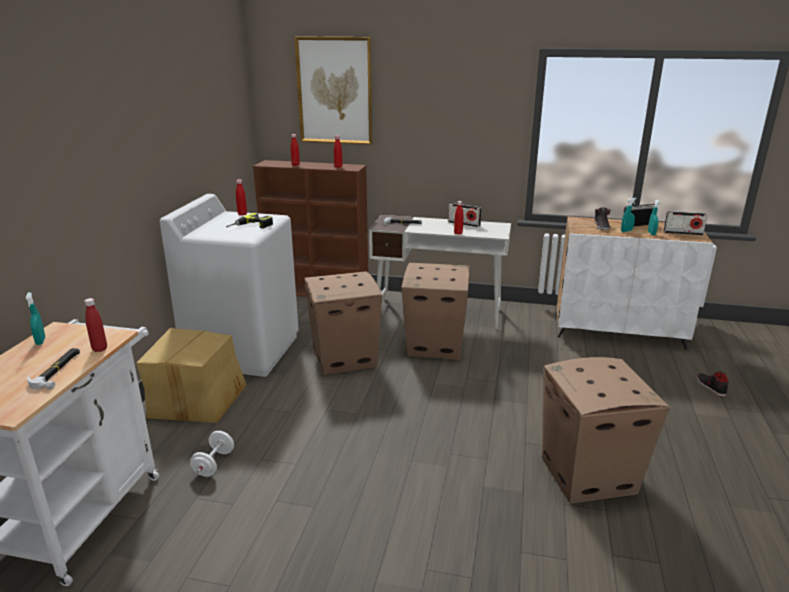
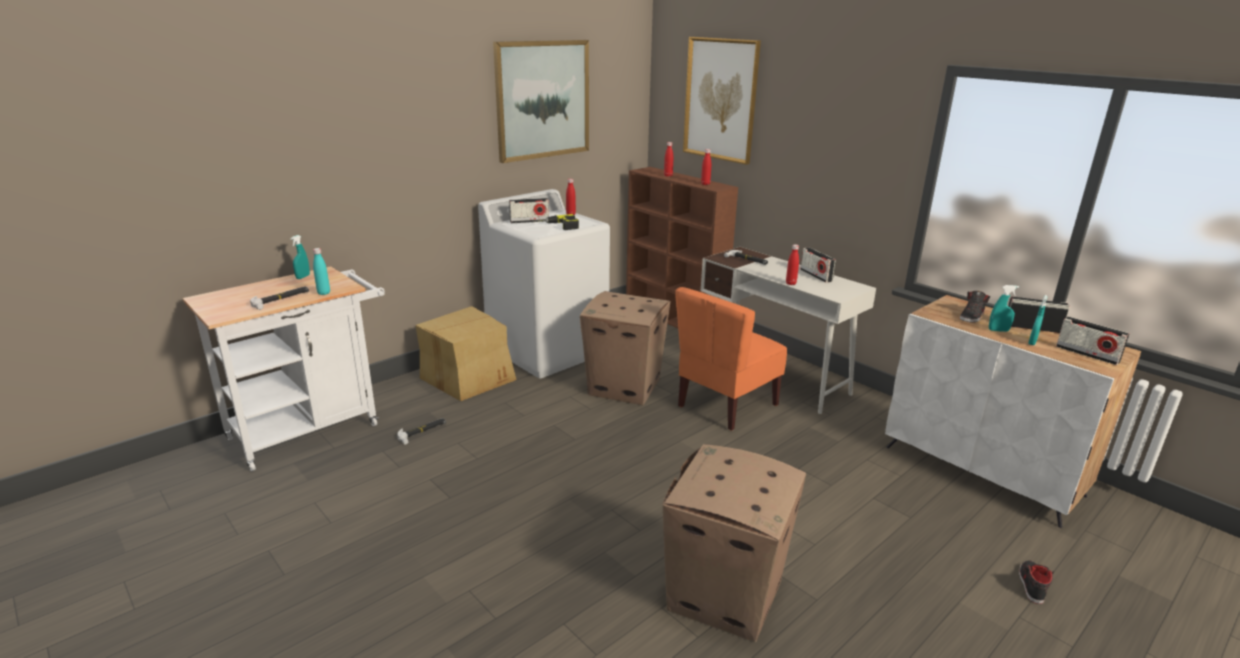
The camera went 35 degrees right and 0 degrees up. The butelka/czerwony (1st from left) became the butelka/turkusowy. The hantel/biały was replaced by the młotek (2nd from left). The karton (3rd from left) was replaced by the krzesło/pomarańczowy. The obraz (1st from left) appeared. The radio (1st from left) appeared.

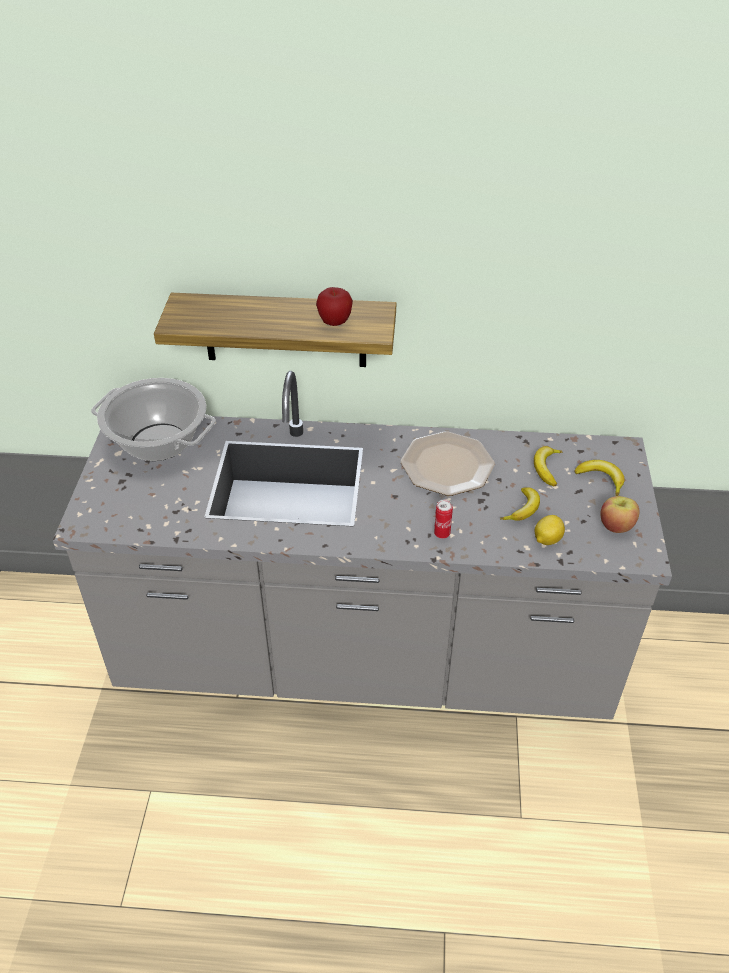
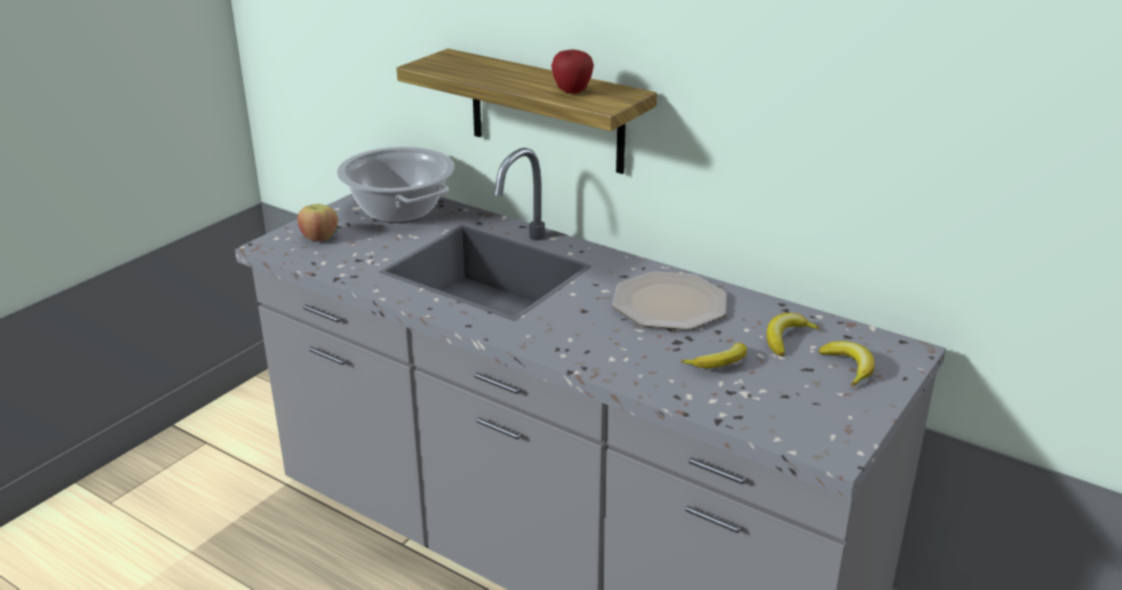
The camera went 30 degrees right and 15 degrees down. The puszka disappeared. The cytryna disappeared. The jabłko (2nd from left in the first image) moved.

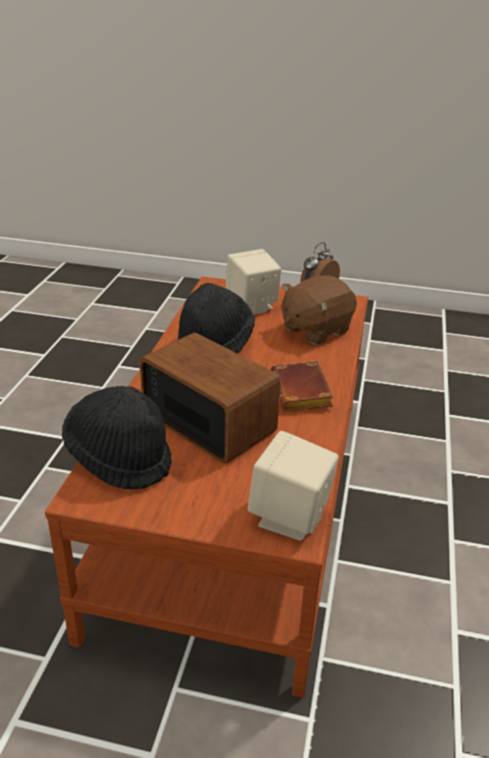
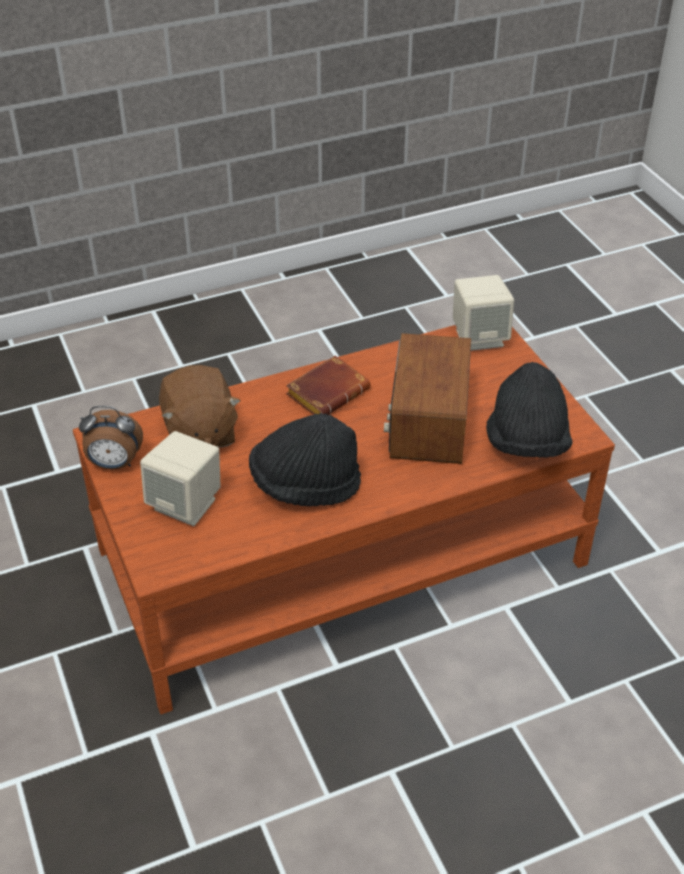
The camera went 125 degrees left and 10 degrees up. The pluszak/brązowy turned 60 degrees clockwise.

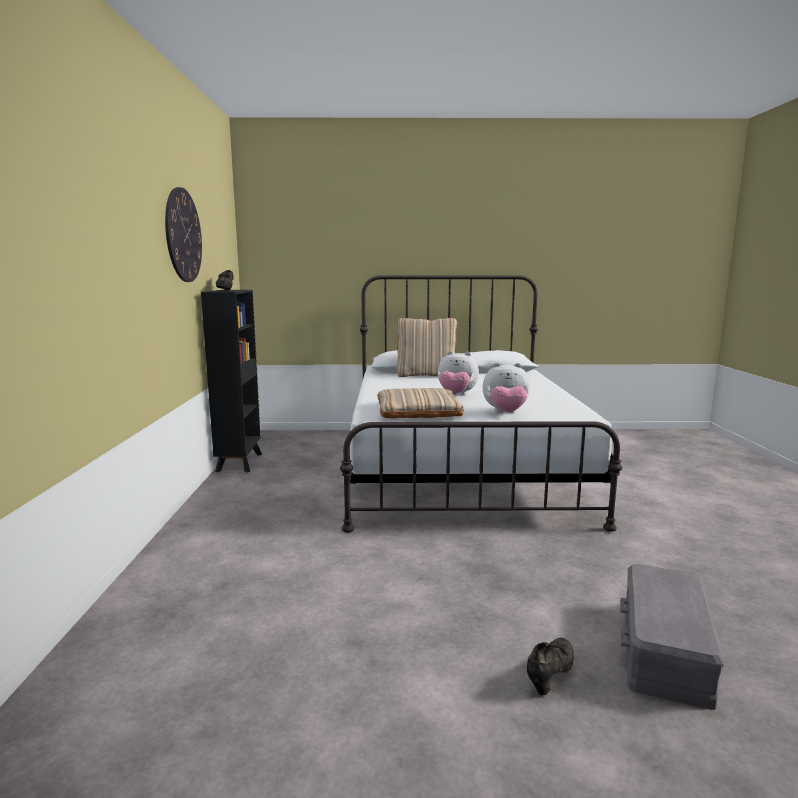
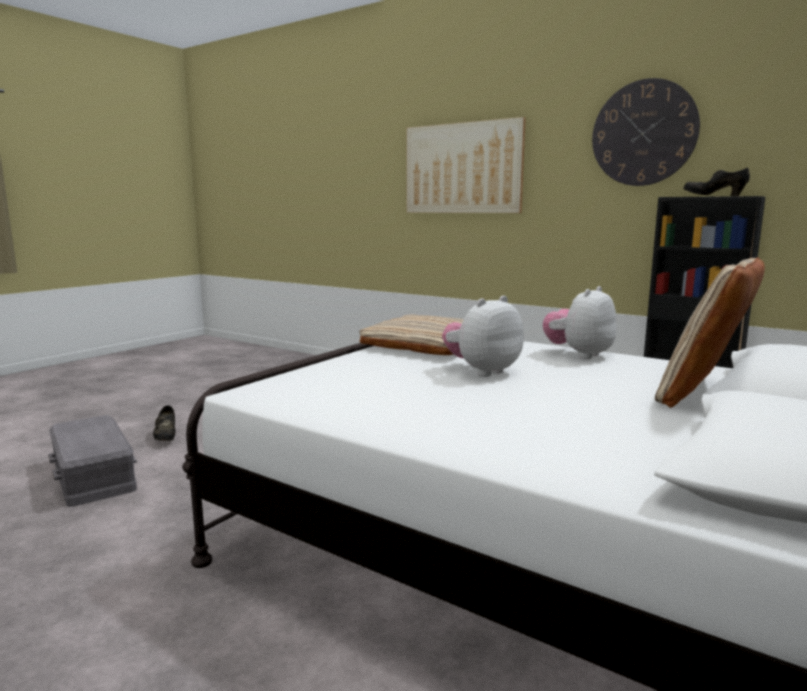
The camera went 125 degrees right and 0 degrees up. The pluszak (2nd from left) moved. The obraz appeared.

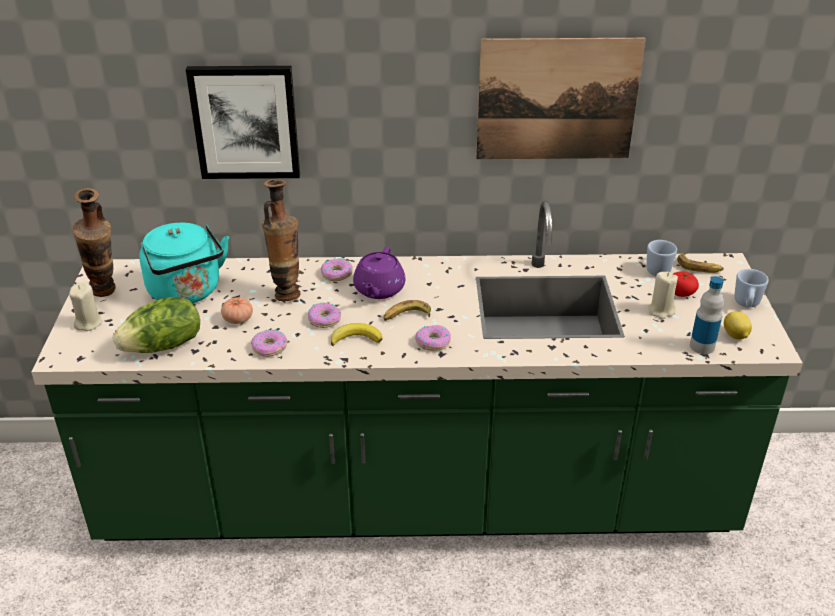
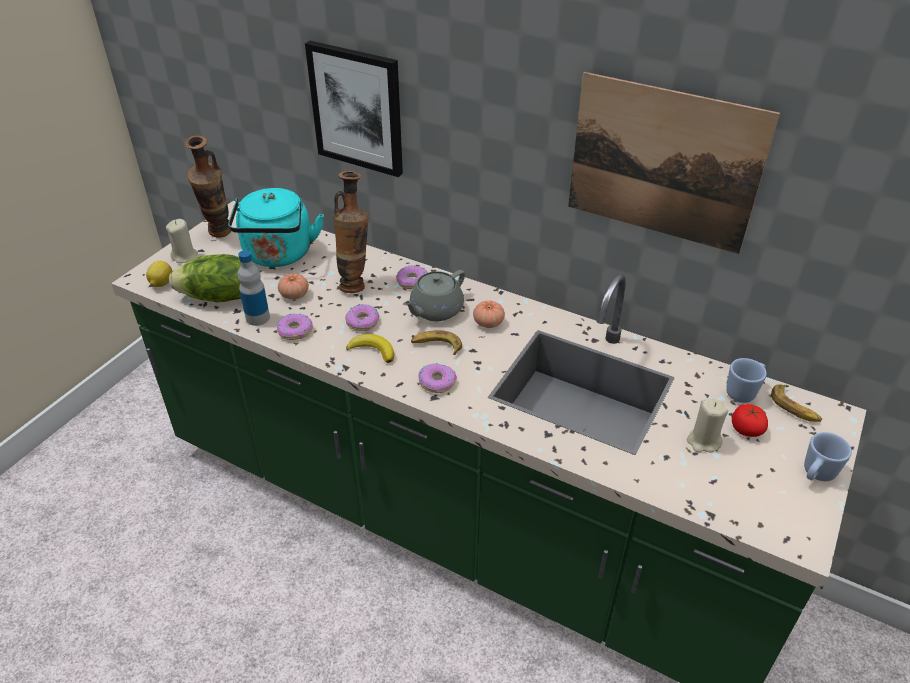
The camera went 30 degrees right and 5 degrees up. The imbryk/fioletowy became the imbryk/szary. The butelka moved. The cytryna moved. The pomidor (2nd from left) appeared.

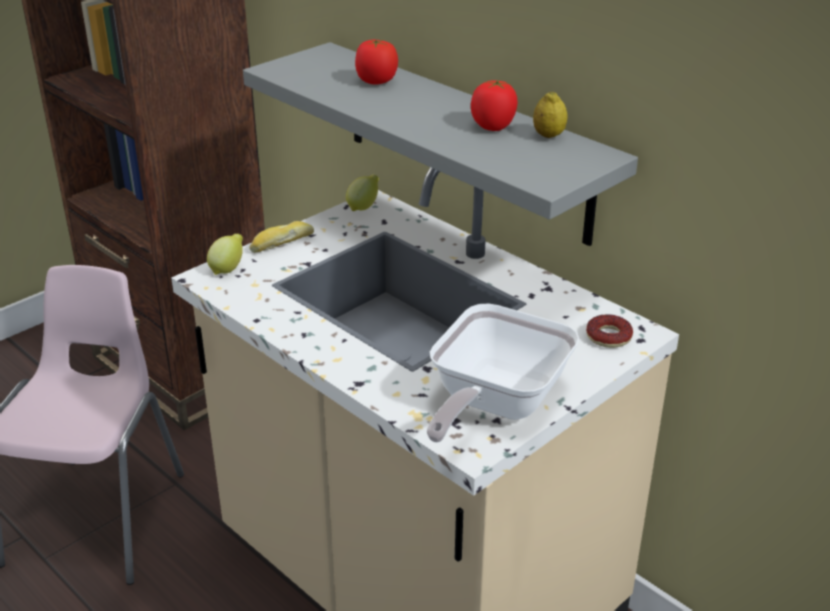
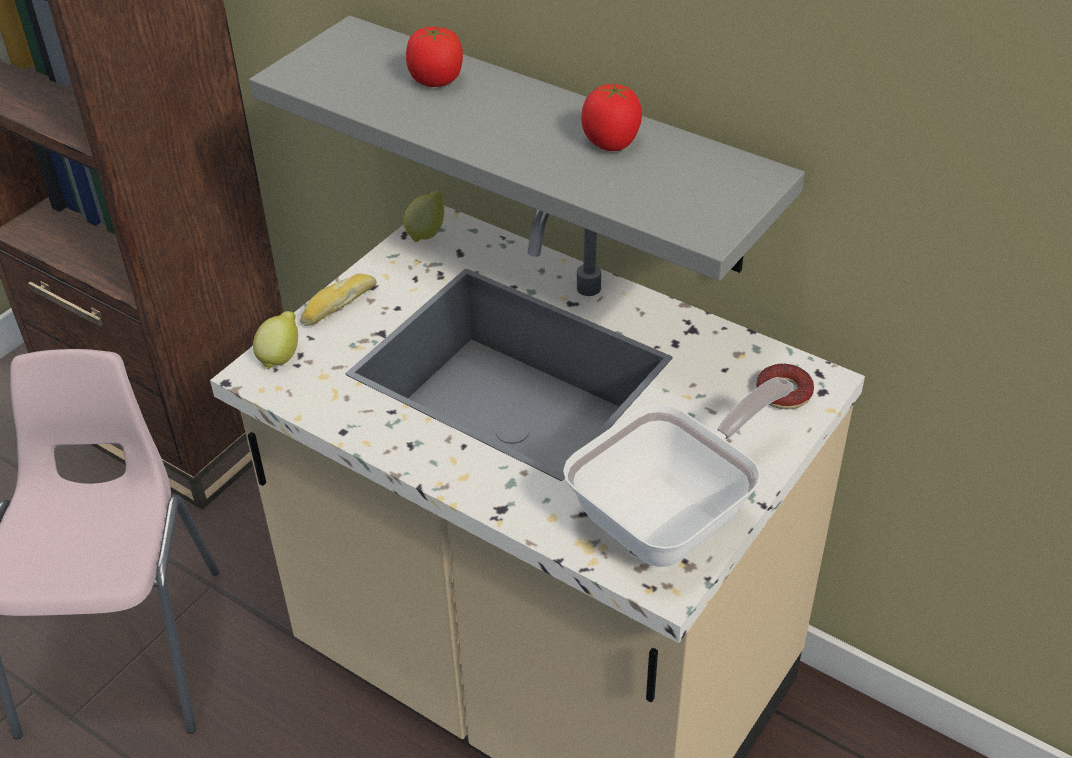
The camera went 10 degrees left and 10 degrees up. The patelnia turned 150 degrees counterclockwise. The cytryna (3rd from left) disappeared.

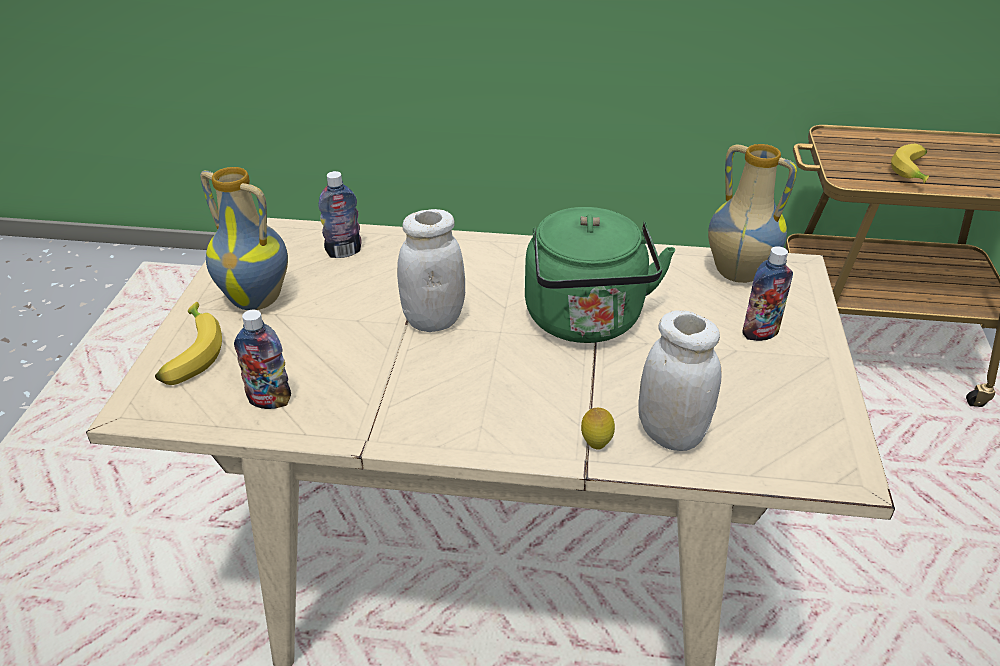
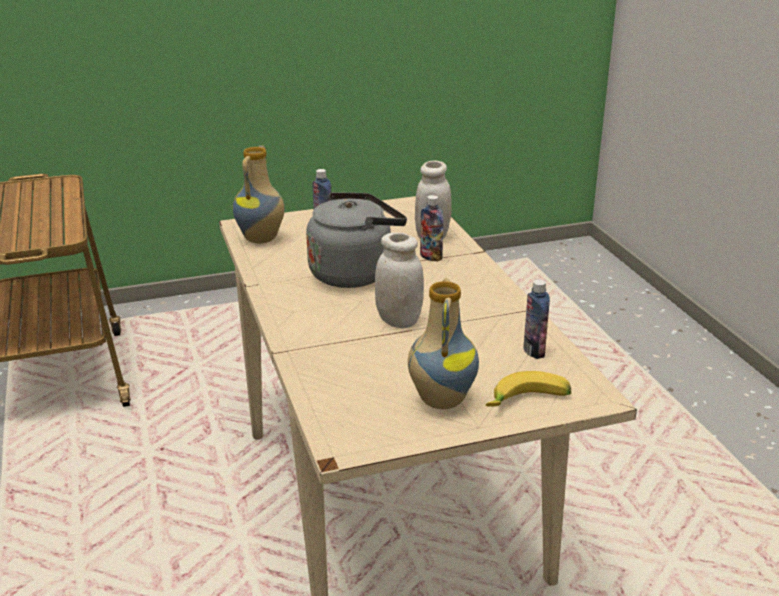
The camera went 115 degrees left and 10 degrees down. The butelka (2nd from left) moved. The czajnik/zielony became the czajnik/szary. The cytryna disappeared. The banan (2nd from left) disappeared.

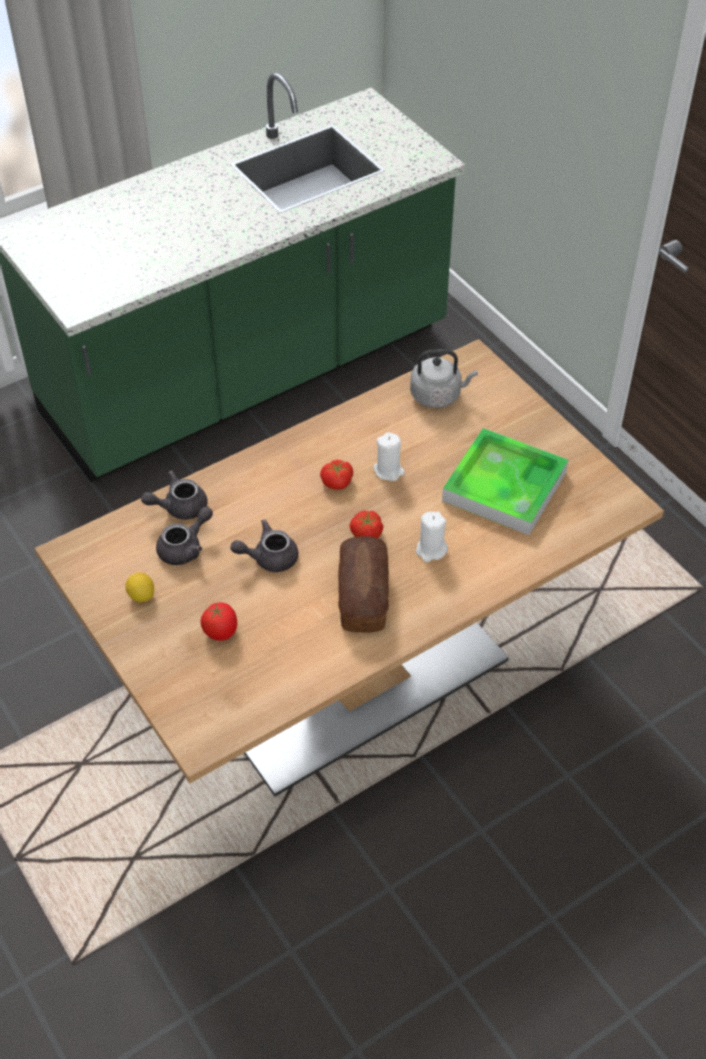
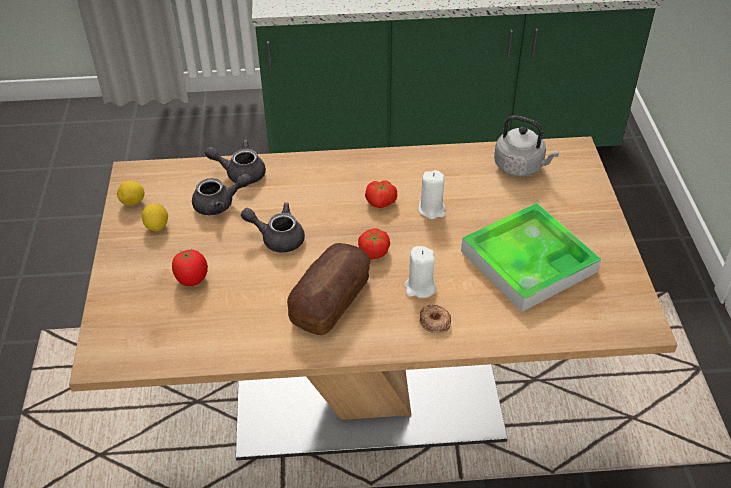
The camera went 30 degrees right and 5 degrees down. The cytryna (1st from left) appeared. The donut appeared.

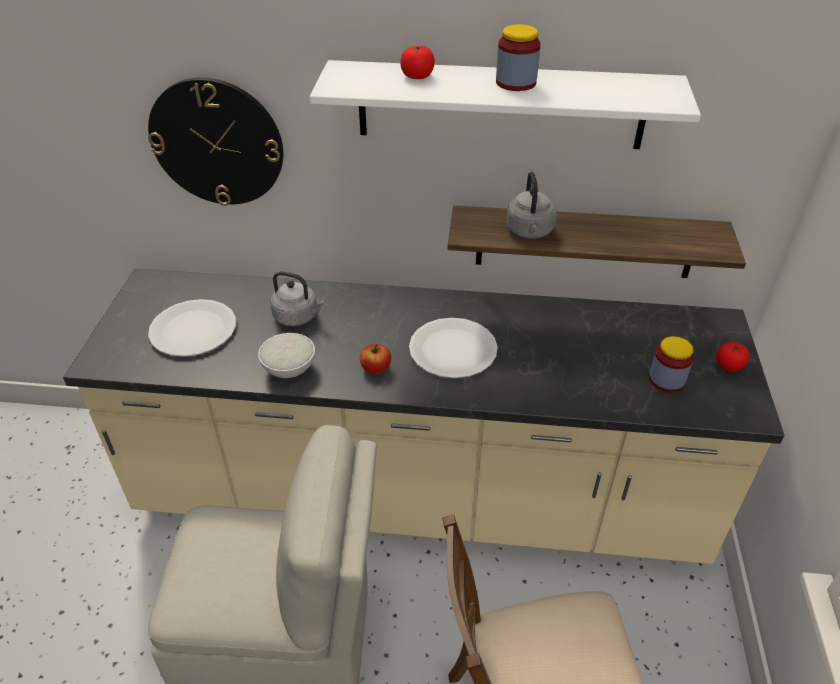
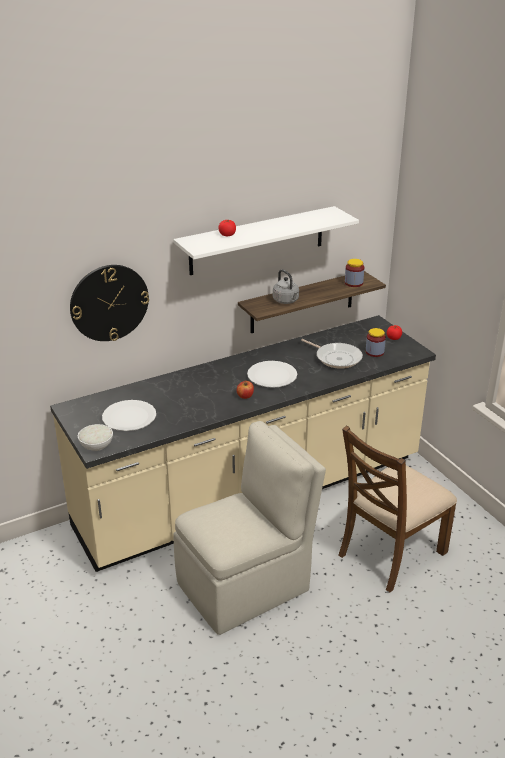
The camera went 35 degrees left and 10 degrees down. The miska/biały moved. The czajnik/szary (1st from left) disappeared. The słoik (1st from left) moved. The patelnia appeared.

